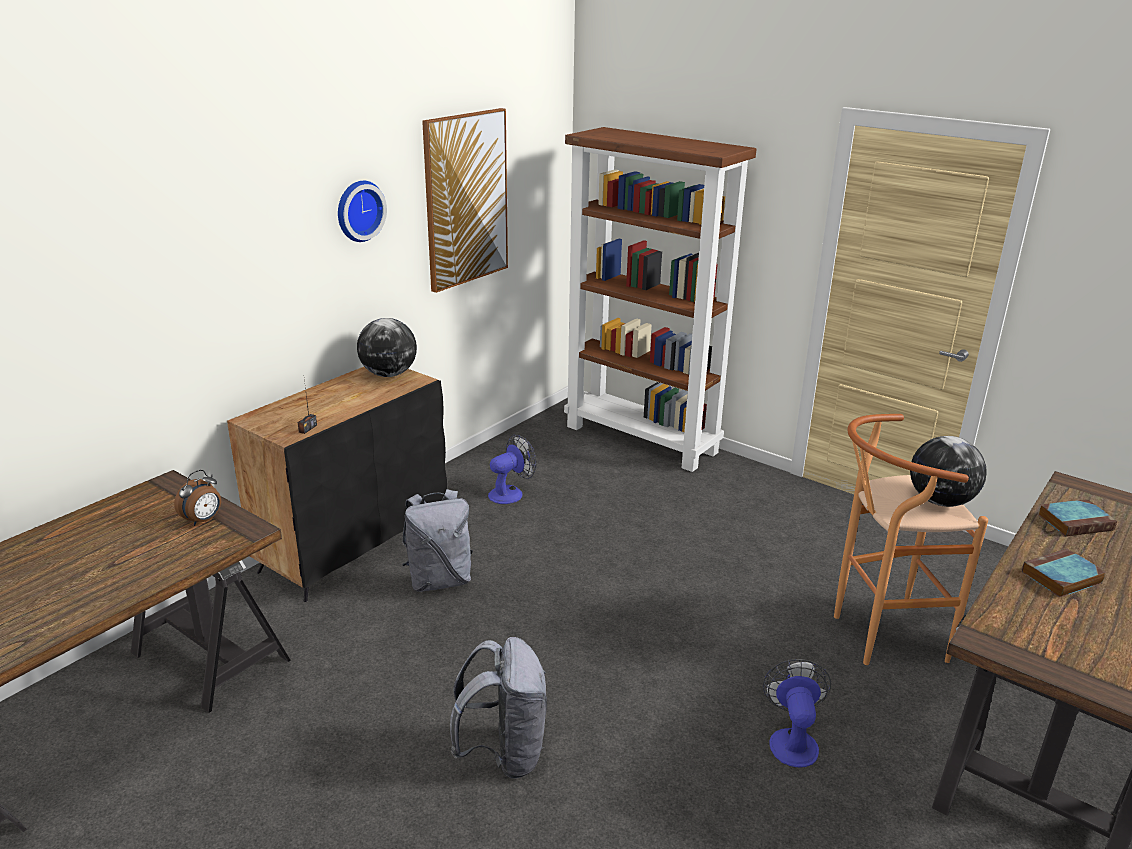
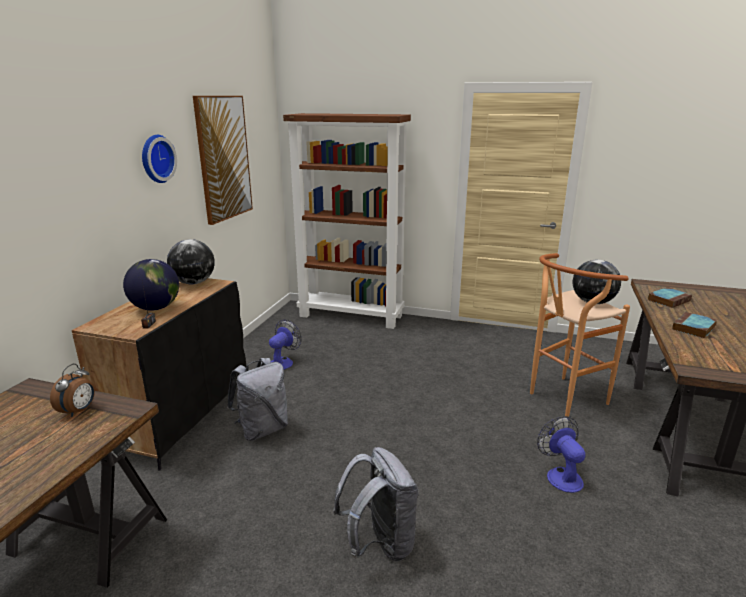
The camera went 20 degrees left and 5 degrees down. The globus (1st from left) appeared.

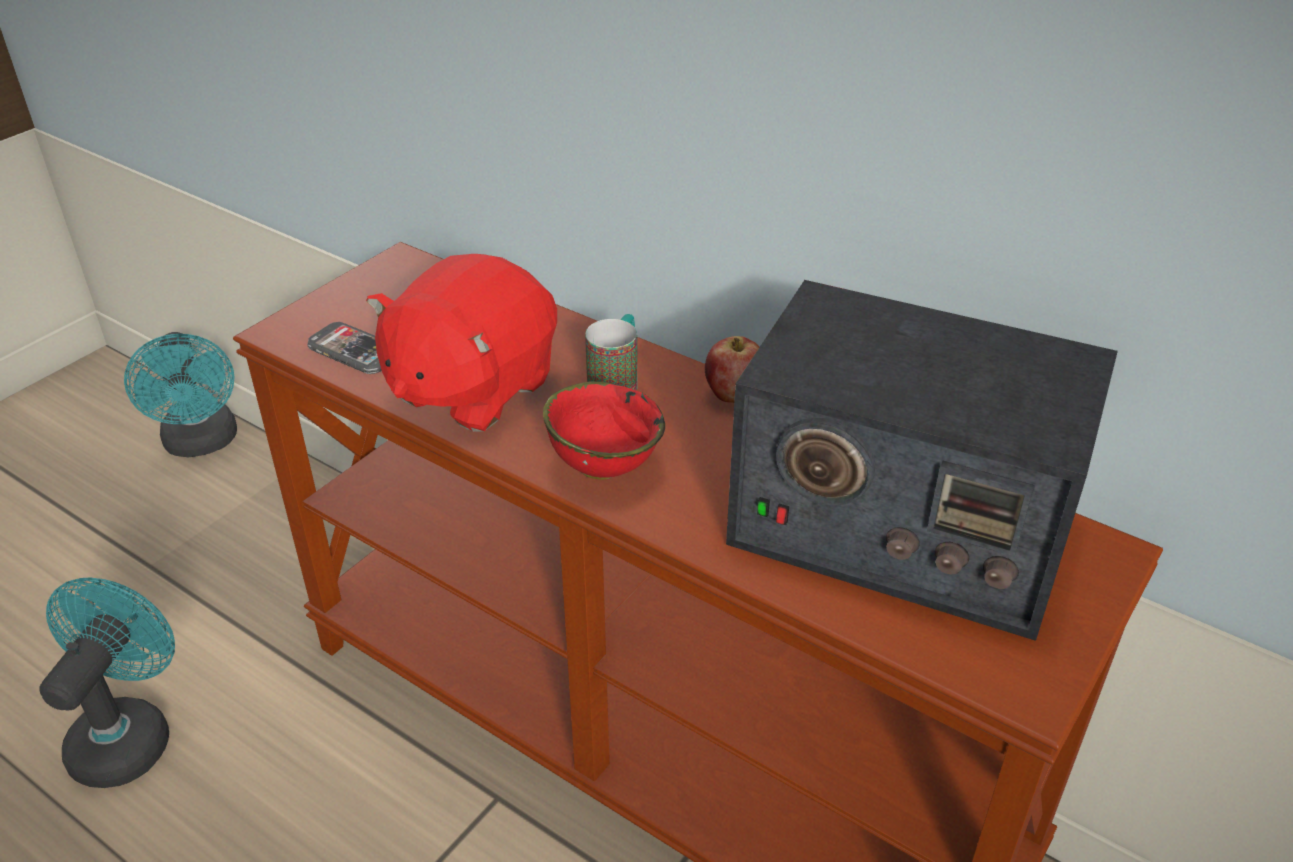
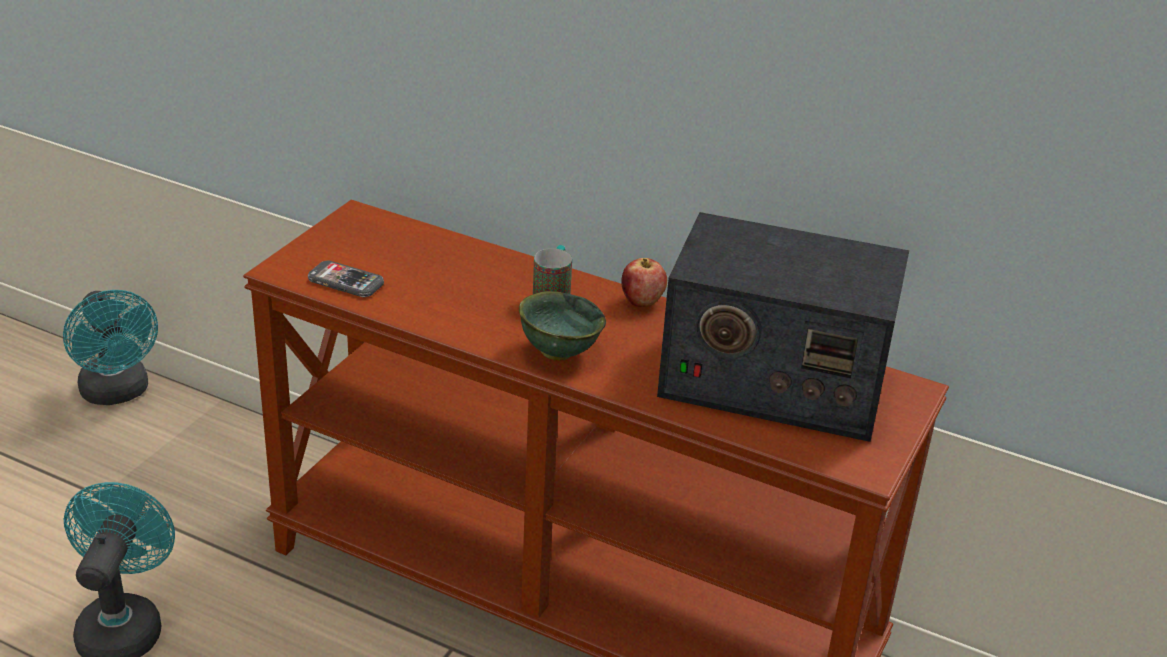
The camera went 10 degrees left and 5 degrees down. The pluszak/czerwony disappeared. The miska/czerwony became the miska/zielony.

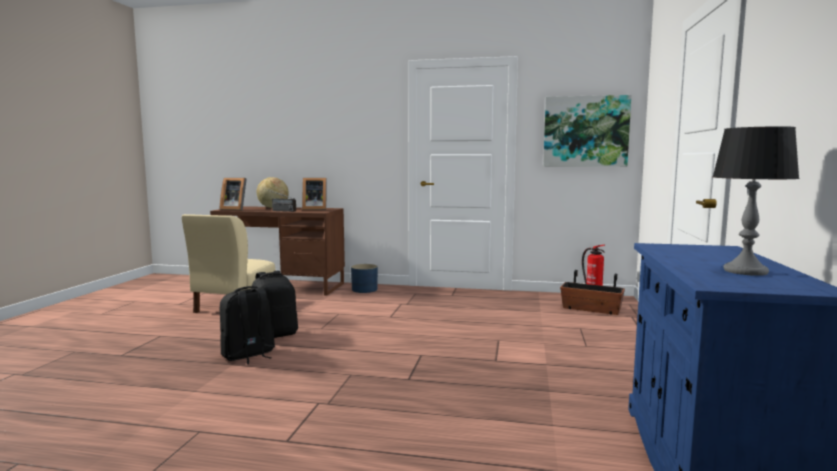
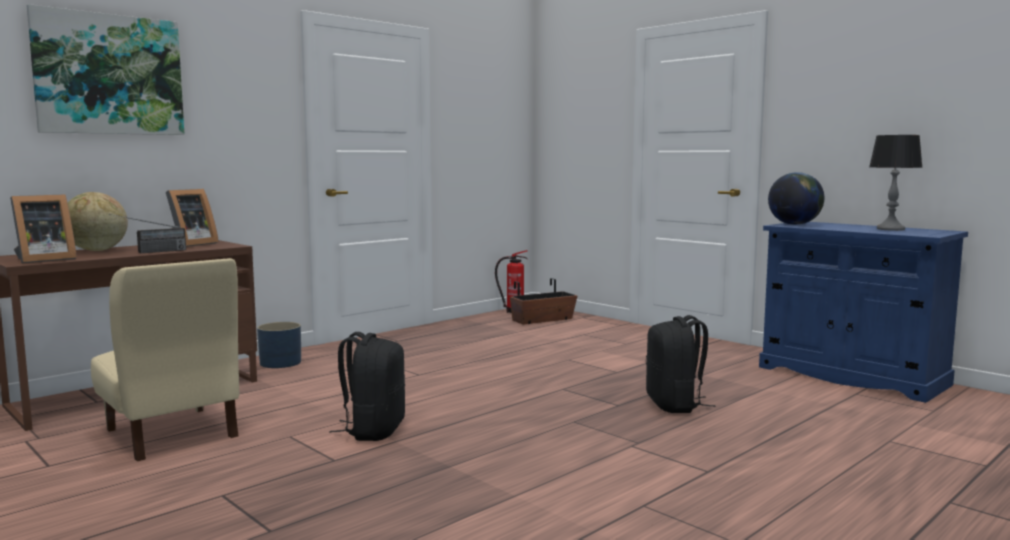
The camera went 55 degrees left and 0 degrees up. The plecak/czarny (1st from left in the first image) moved. The obraz moved. The globus (2nd from left) appeared.

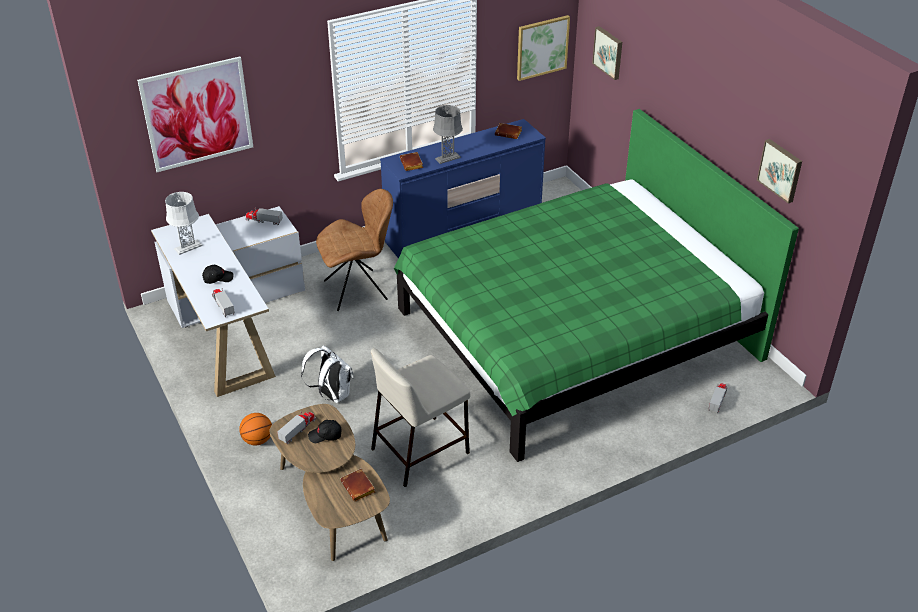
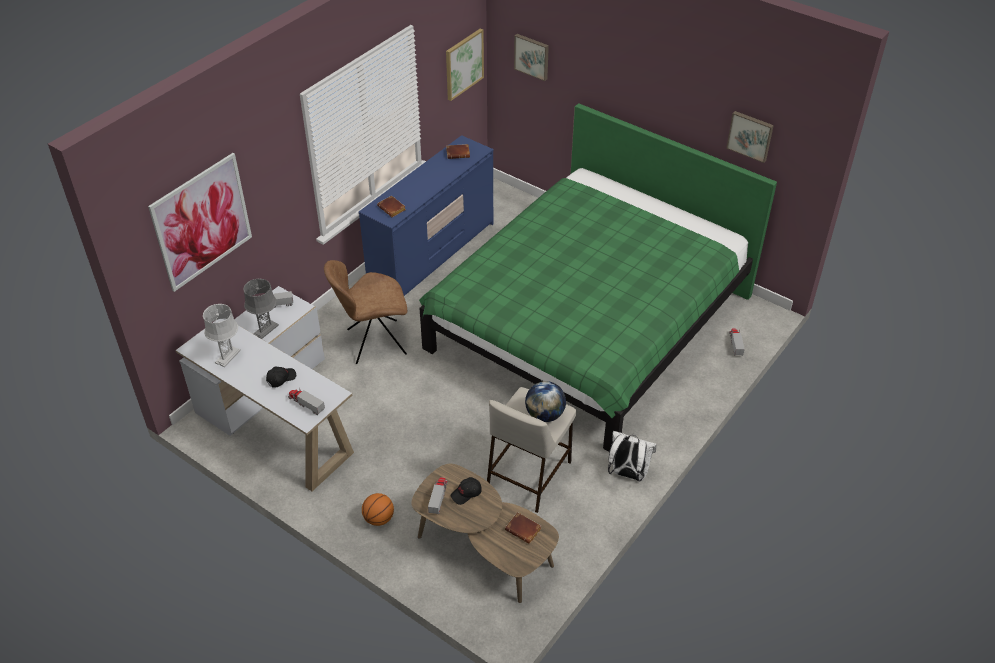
The camera went 25 degrees left and 5 degrees up. The plecak/biały moved. The krzesło/brązowy turned 150 degrees counterclockwise. The lampa stołowa/szary (2nd from left) moved. The globus appeared.

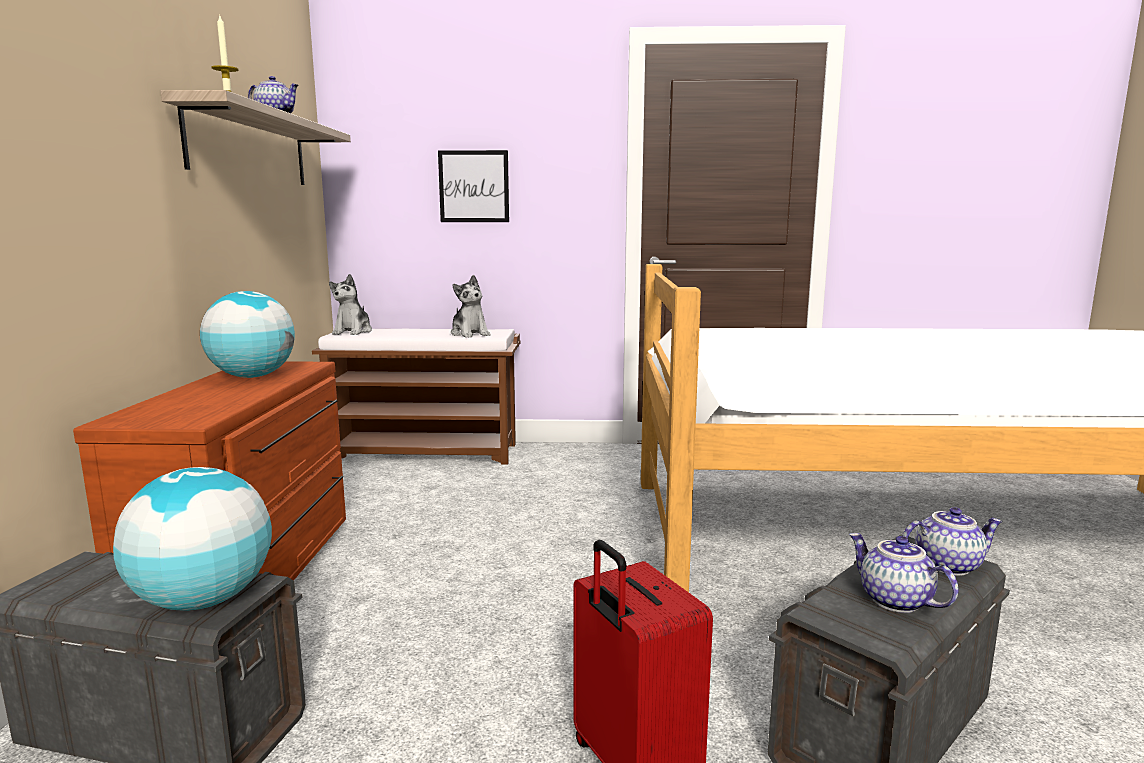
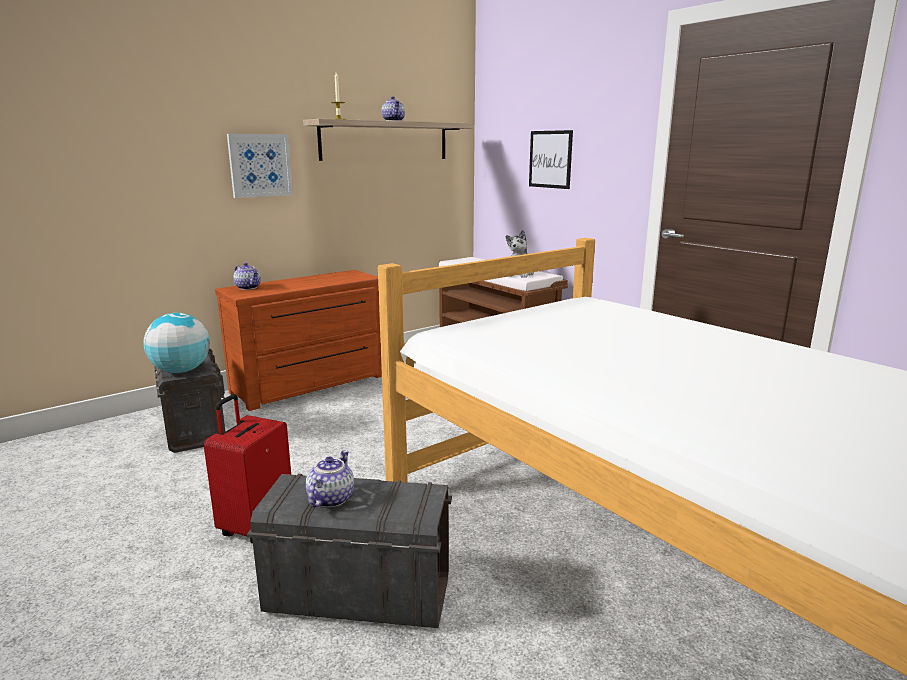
The camera went 50 degrees right and 5 degrees up. The globus (2nd from left) disappeared. The pluszak (1st from left) disappeared. The imbryk (3rd from left in the first image) moved. The obraz (1st from left) appeared.

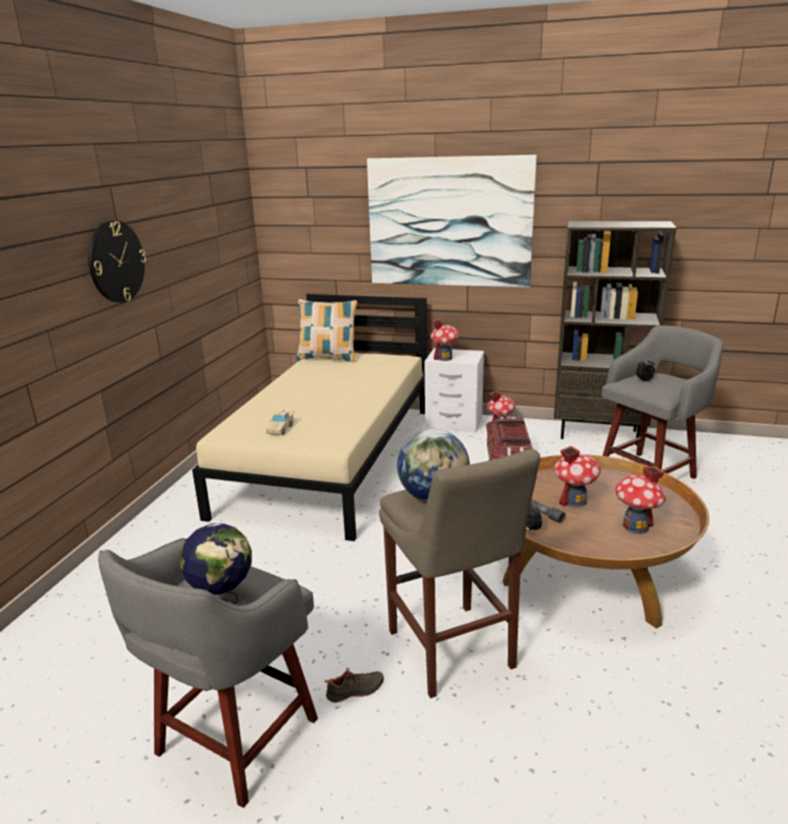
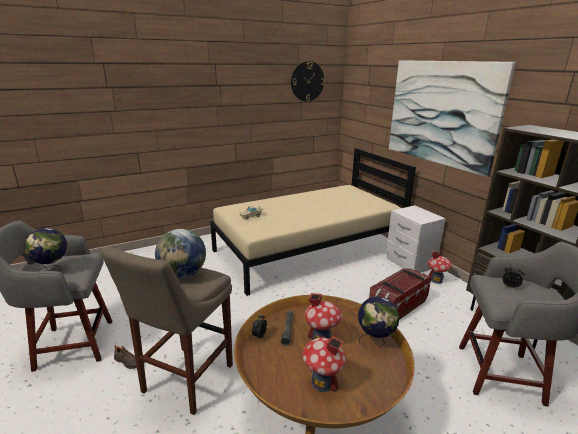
The camera went 45 degrees right and 0 degrees up. The zegar ścienny moved. The poduszka disappeared. The domek (1st from left) disappeared. The globus (3rd from left) appeared.

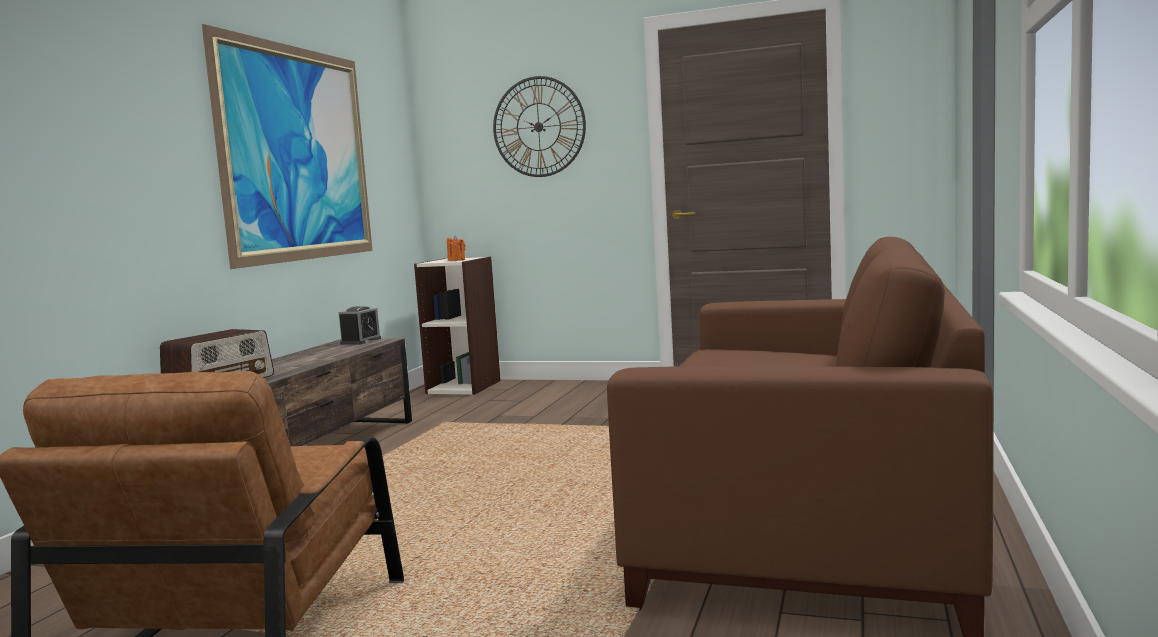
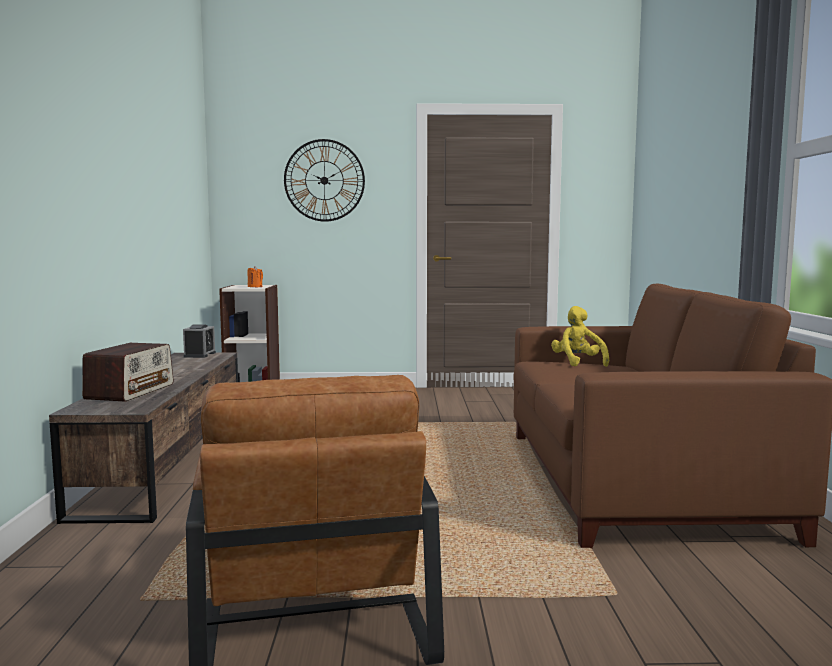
The camera went 20 degrees left and 0 degrees up. The obraz disappeared. The pluszak/żółty appeared.

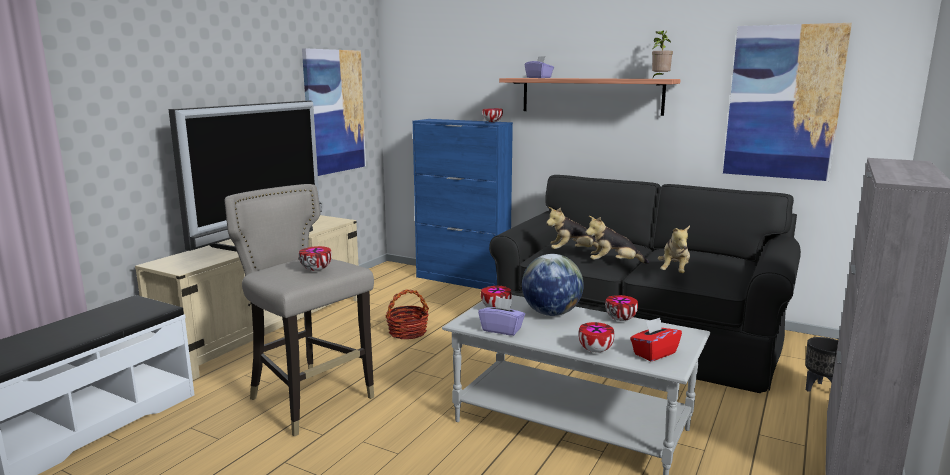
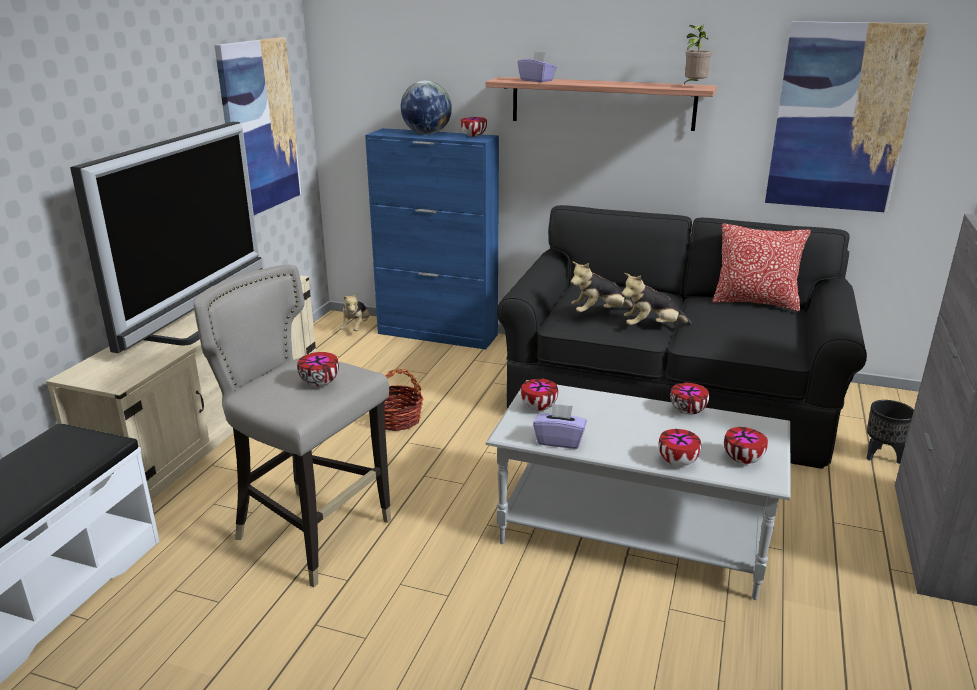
The camera went 10 degrees left and 10 degrees up. The globus moved. The pudełko chusteczek/czerwony was replaced by the miska (6th from left). The pluszak (3rd from left in the first image) moved. The poduszka appeared.

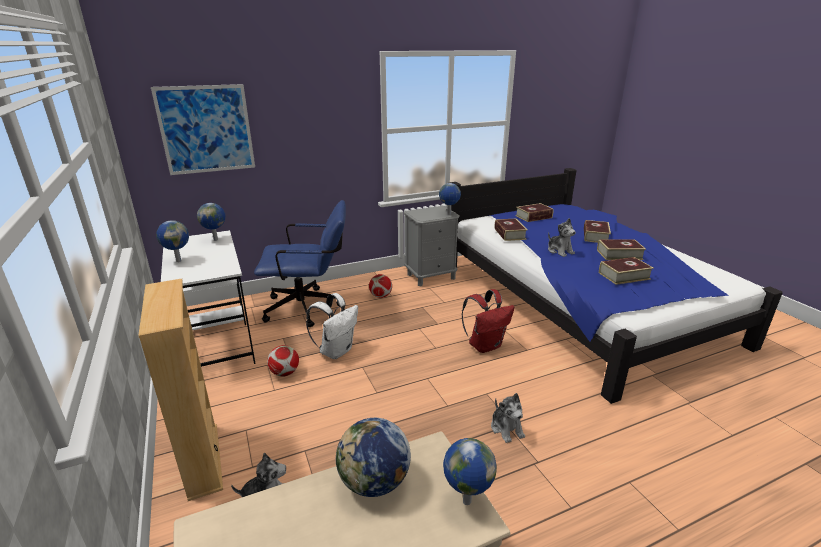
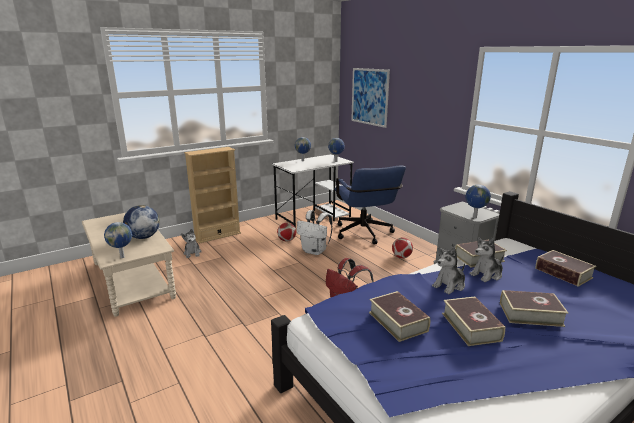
The camera went 80 degrees right and 5 degrees down. The pluszak (2nd from left in the first image) moved.

